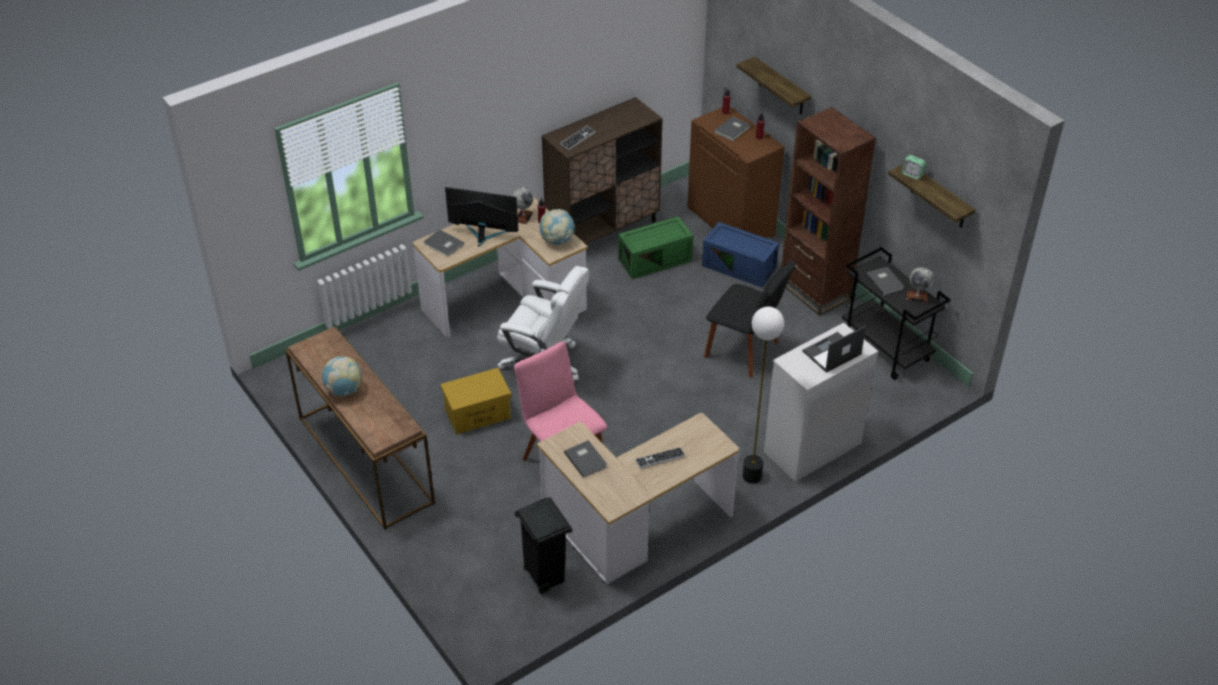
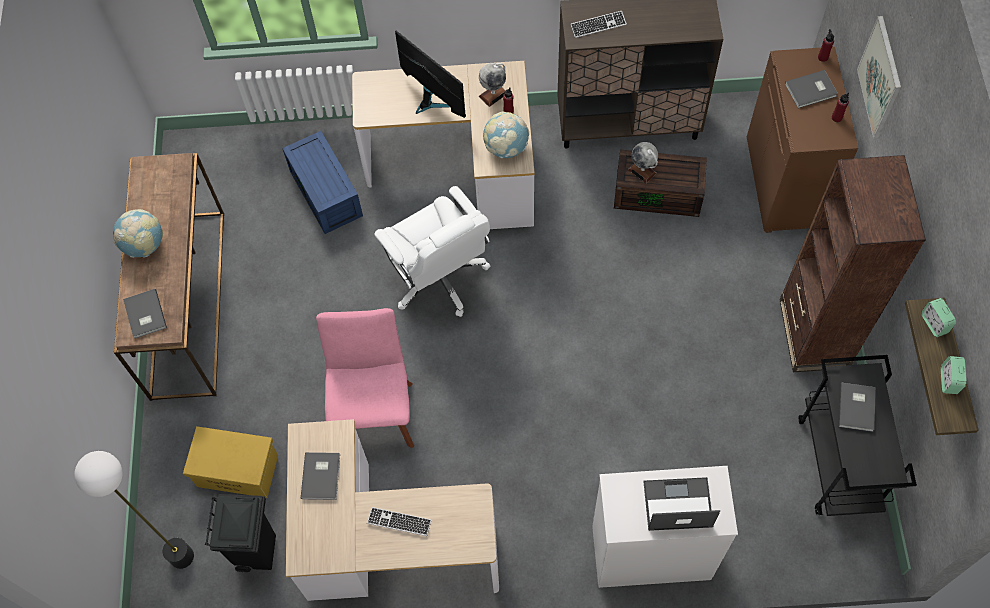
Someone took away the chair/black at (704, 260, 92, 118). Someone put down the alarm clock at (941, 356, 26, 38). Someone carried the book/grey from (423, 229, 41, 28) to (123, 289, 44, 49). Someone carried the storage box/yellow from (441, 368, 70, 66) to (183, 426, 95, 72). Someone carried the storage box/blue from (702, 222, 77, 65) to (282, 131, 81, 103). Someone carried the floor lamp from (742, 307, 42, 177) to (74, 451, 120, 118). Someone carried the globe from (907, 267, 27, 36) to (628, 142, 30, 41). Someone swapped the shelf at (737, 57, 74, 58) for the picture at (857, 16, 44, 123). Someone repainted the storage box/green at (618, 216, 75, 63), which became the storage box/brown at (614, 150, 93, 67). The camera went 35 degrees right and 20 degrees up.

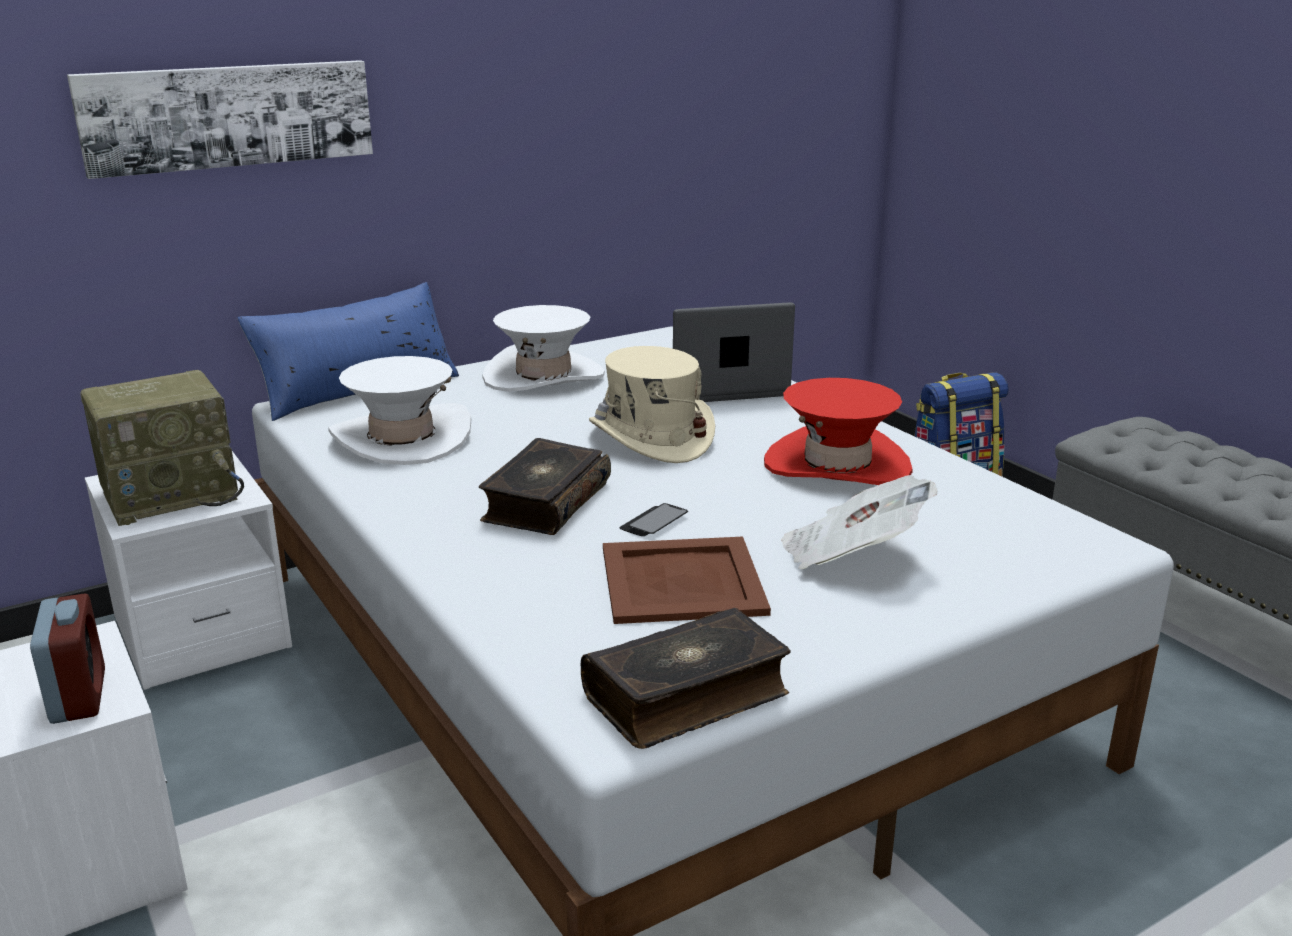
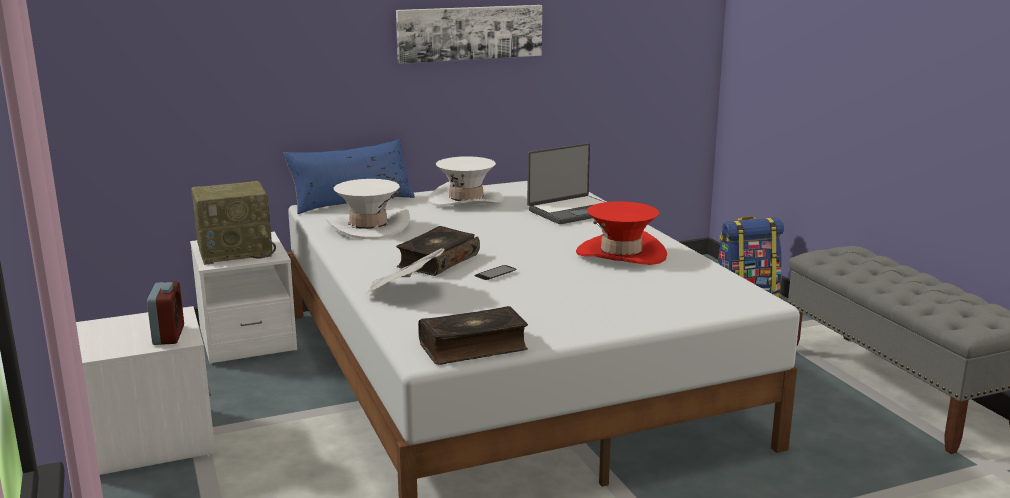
Someone took away the hat/beige at (589, 346, 126, 117). Someone took away the tray/brown at (603, 537, 168, 87). Someone carried the picture from (67, 60, 306, 119) to (396, 5, 146, 59). Someone carried the newspaper from (781, 475, 156, 95) to (365, 248, 80, 46). Someone rotated the laptop at (673, 302, 122, 100) by 150 degrees clockwise. The camera went 10 degrees right and 5 degrees down.

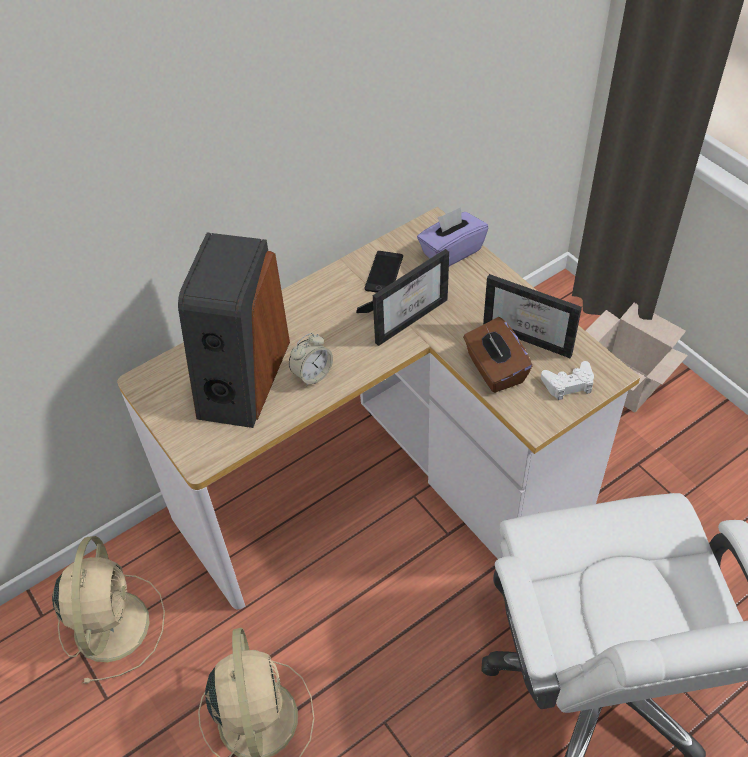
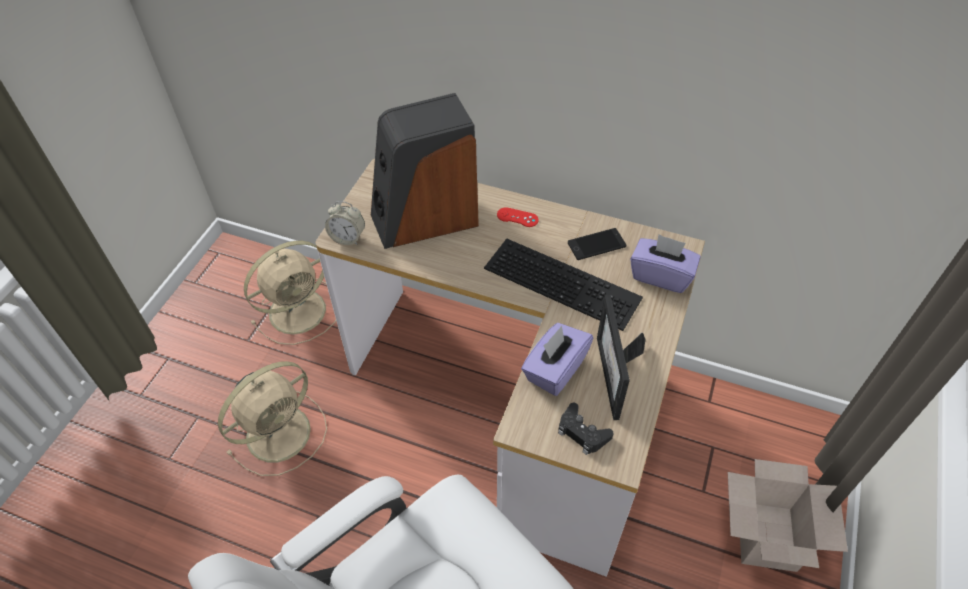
Someone put down the game controller/red at (497, 207, 42, 20). Someone carried the alarm clock from (289, 333, 44, 54) to (325, 201, 40, 44). Someone swapped the picture frame at (356, 249, 93, 97) for the keyboard at (484, 239, 159, 92). Someone repainted the tissue box/brown at (463, 317, 69, 76), which became the tissue box/purple at (521, 323, 72, 73). Someone repainted the game controller/white at (541, 361, 53, 39), which became the game controller/black at (558, 403, 56, 52). The camera went 55 degrees right and 0 degrees up.

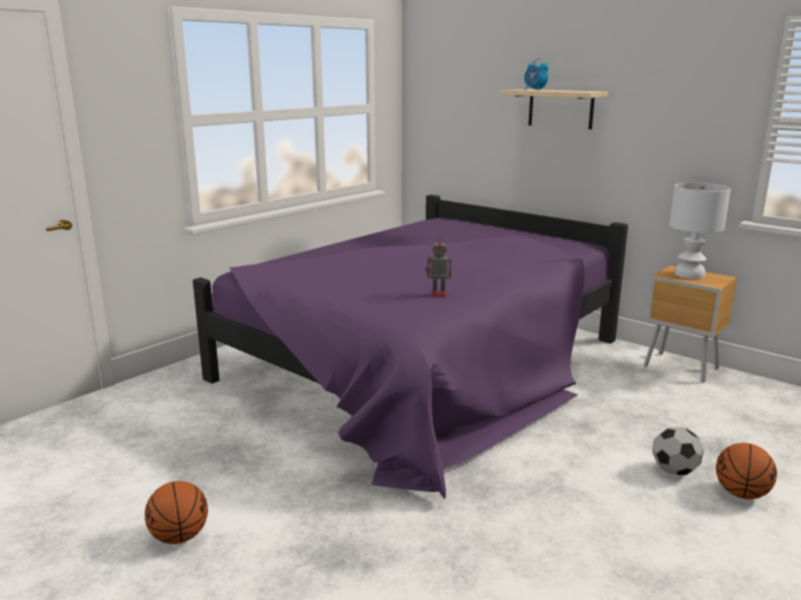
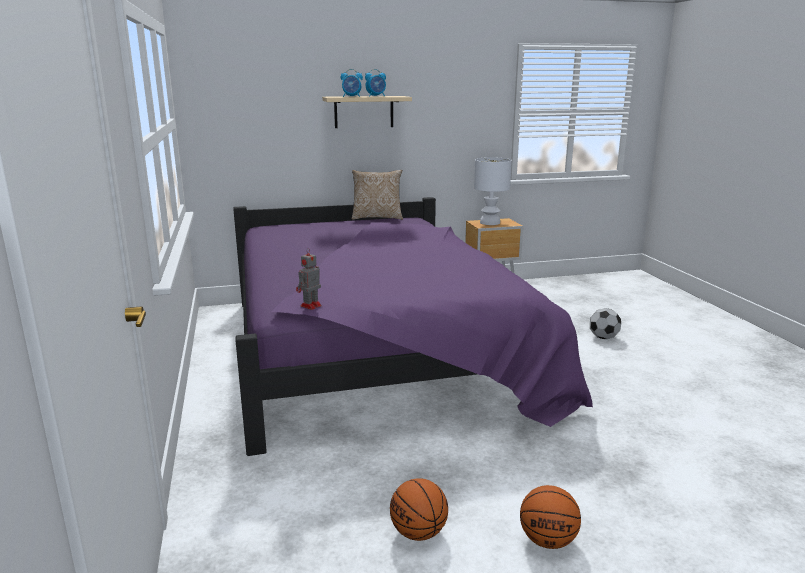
Someone put down the pillow at (351, 170, 52, 50). Someone put down the alarm clock at (365, 69, 21, 28). Someone carried the toy robot from (425, 236, 26, 62) to (296, 248, 26, 62). Someone carried the basketball from (716, 443, 61, 56) to (390, 478, 58, 63). The camera went 55 degrees left and 0 degrees up.

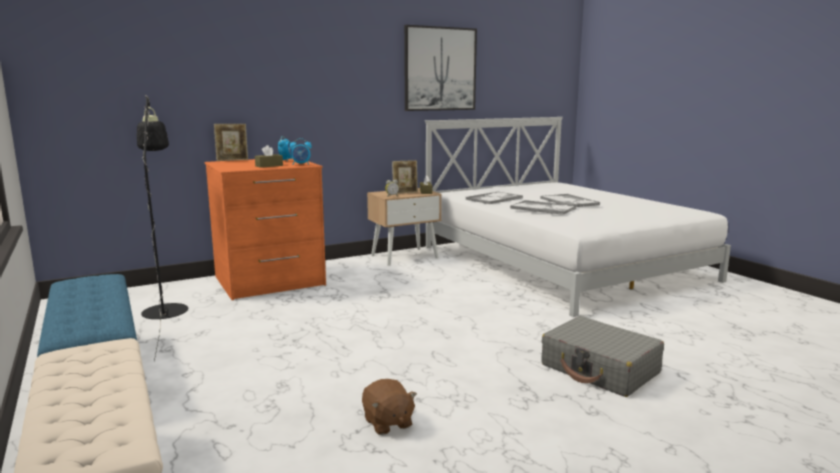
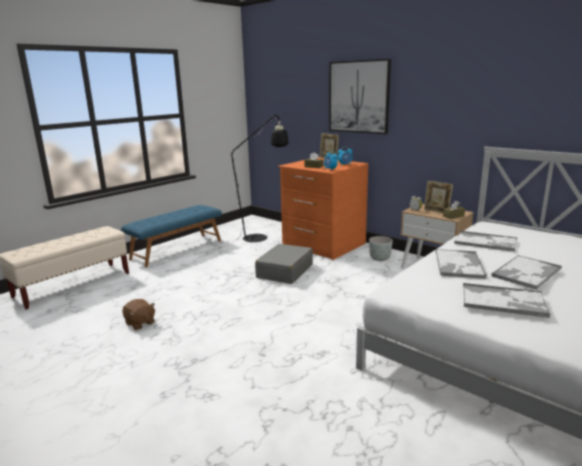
Someone put down the planter/grey at (369, 236, 24, 25). Someone put down the tray at (463, 283, 88, 35). Someone carried the picture from (404, 25, 73, 86) to (329, 59, 62, 75). Someone carried the suitcase/grey from (541, 316, 123, 81) to (255, 244, 58, 40). Someone rotated the plush toy/brown at (362, 379, 55, 56) by 90 degrees counterclockwise. The camera went 70 degrees right and 5 degrees up.

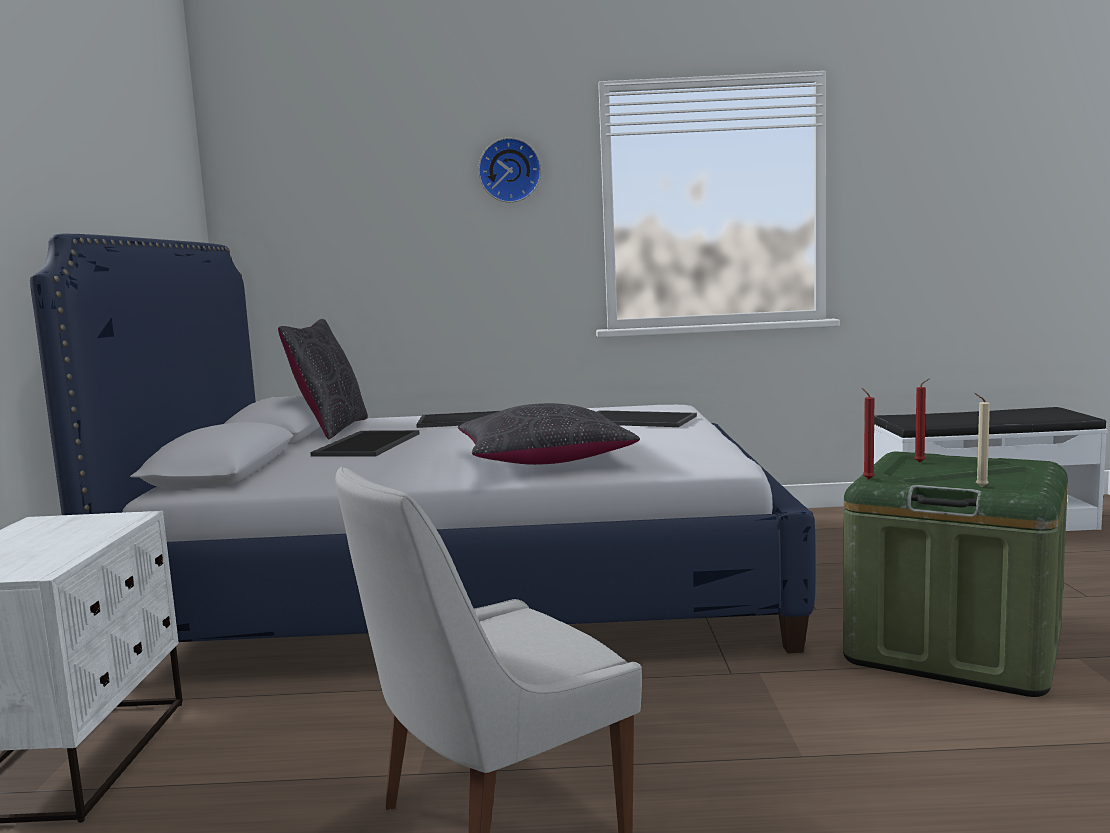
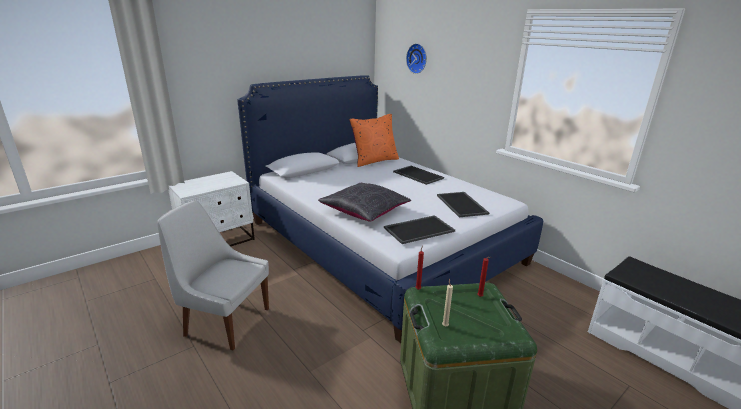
Someone carried the tray from (310, 430, 109, 26) to (384, 215, 71, 29). Someone carried the wall clock from (478, 138, 63, 65) to (406, 43, 21, 31). Someone repainted the pillow/black at (278, 319, 90, 121), which became the pillow/orange at (349, 114, 50, 53). The camera went 50 degrees right and 15 degrees up.

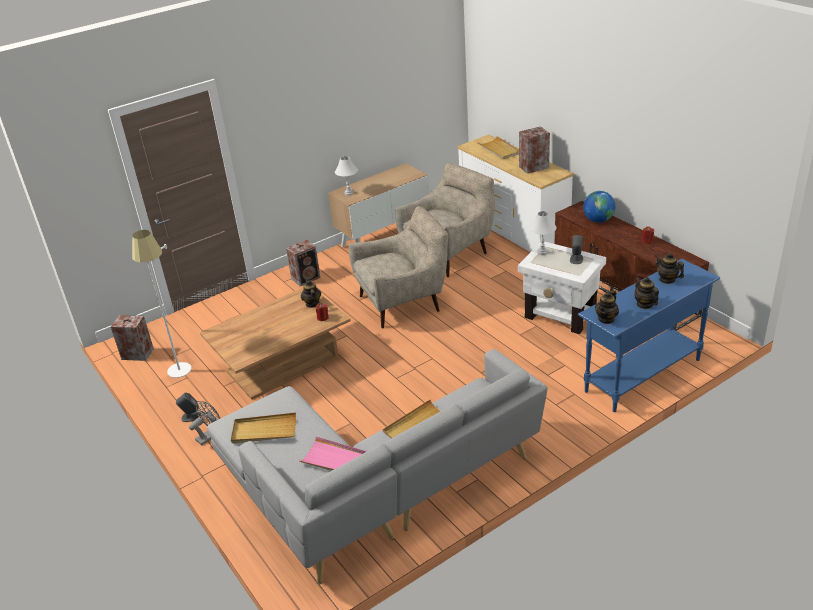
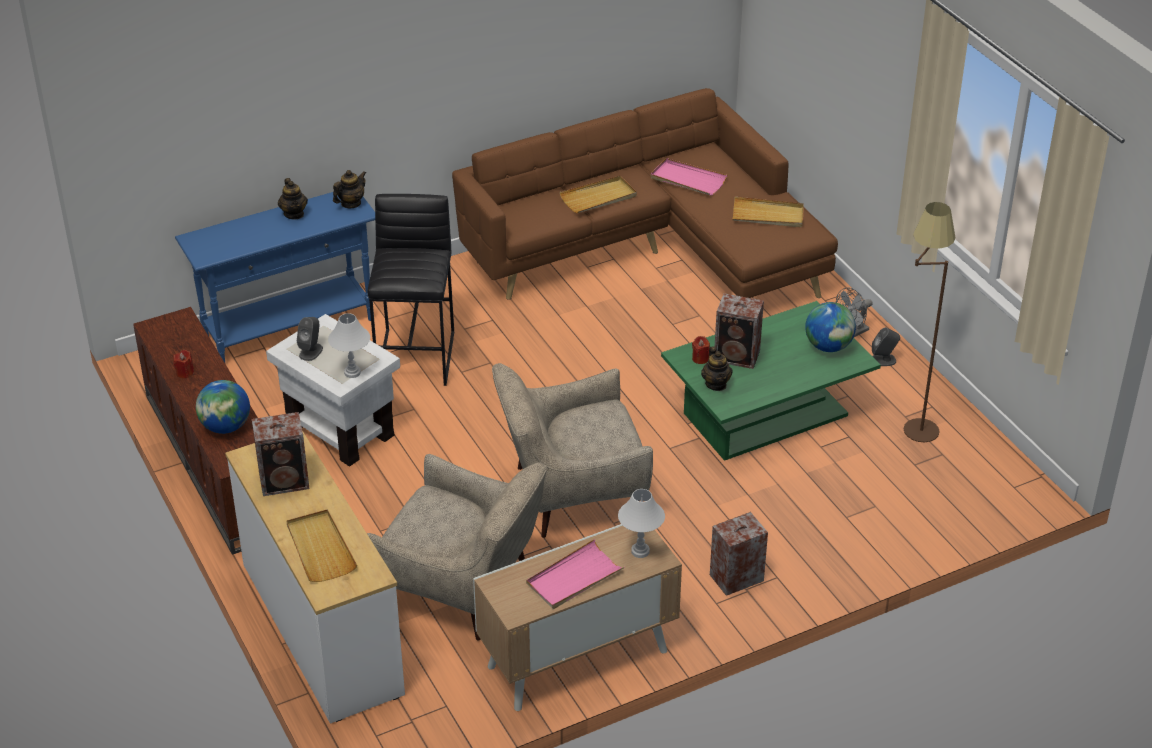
Someone took away the teapot at (655, 253, 29, 31). Someone put down the stool/black at (368, 194, 86, 192). Someone put down the tray/pink at (526, 539, 99, 70). Someone put down the globe at (805, 302, 51, 50). Someone carried the speaker from (111, 315, 43, 46) to (715, 293, 49, 76). Someone repainted the floor lamp/white at (132, 230, 59, 148), which became the floor lamp/brown at (904, 202, 51, 240). Someone repainted the coffee table/brown at (200, 288, 150, 112), which became the coffee table/green at (661, 301, 220, 160). Someone repainted the sofa/grey at (207, 349, 341, 235), which became the sofa/brown at (452, 88, 386, 212). Someone rotated the armchair/beige at (395, 163, 100, 114) by 120 degrees counterclockwise. The camera went 175 degrees left and 5 degrees up.

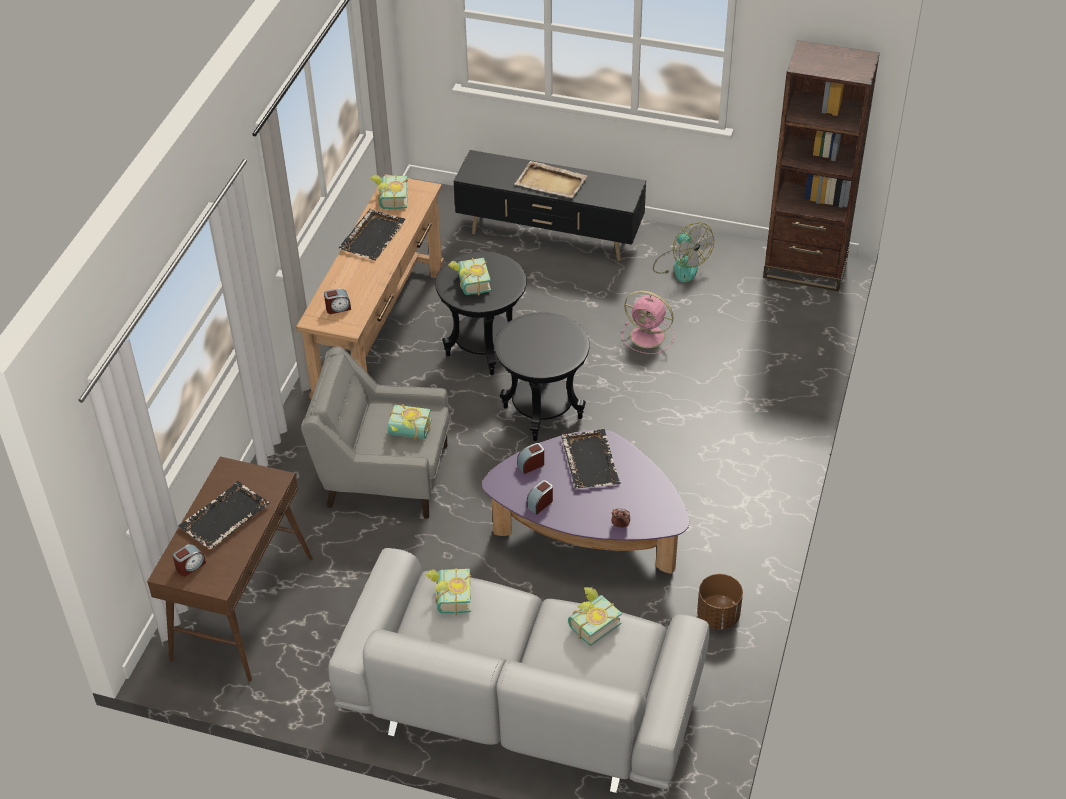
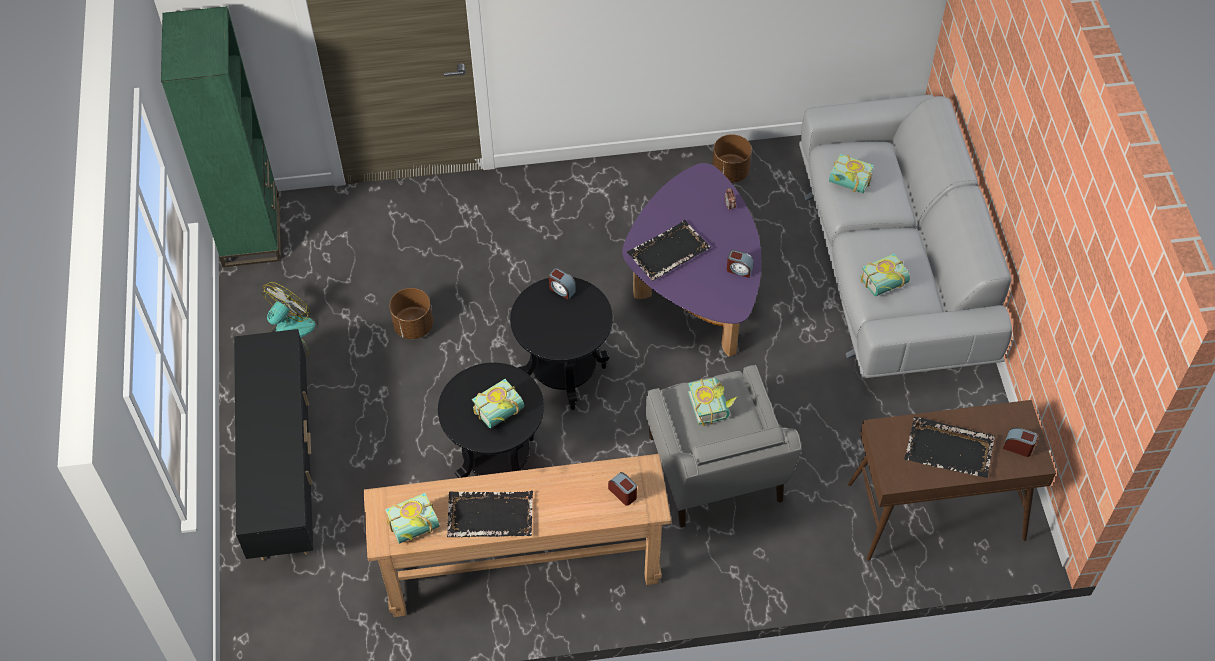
Someone took away the tray/beige at (514, 161, 73, 37). Someone carried the alarm clock from (517, 443, 27, 31) to (549, 268, 27, 32). Someone swapped the fan/pink at (622, 290, 53, 64) for the planter/brown at (389, 288, 44, 51). Someone repainted the bookcase/brown at (763, 40, 117, 252), which became the bookcase/green at (161, 6, 120, 261). The camera went 115 degrees left and 10 degrees up.

